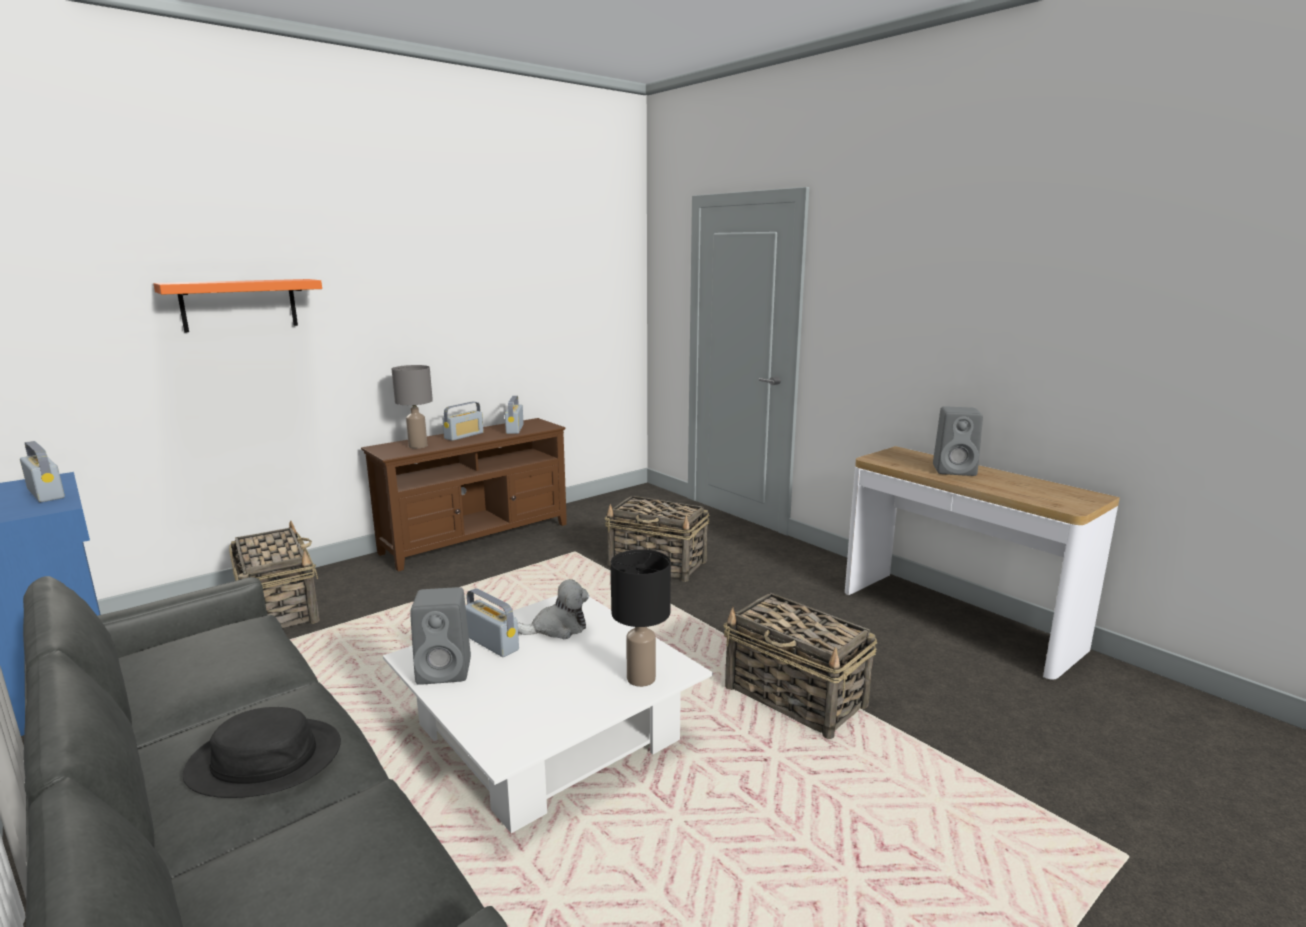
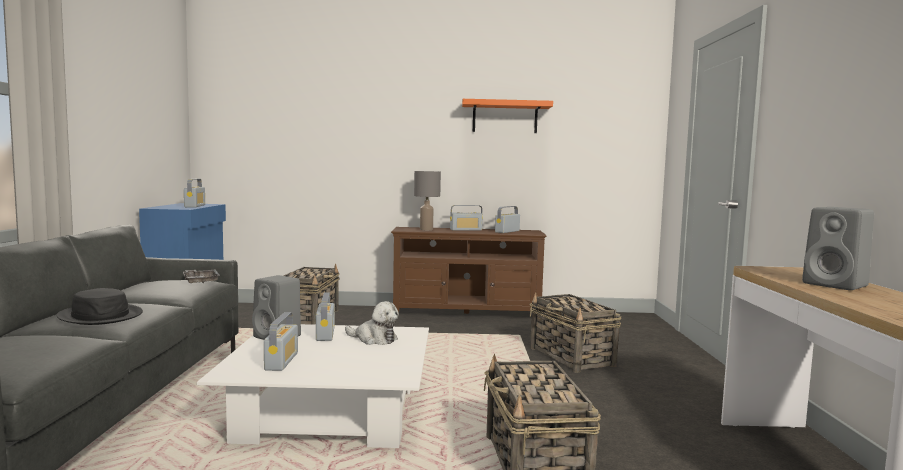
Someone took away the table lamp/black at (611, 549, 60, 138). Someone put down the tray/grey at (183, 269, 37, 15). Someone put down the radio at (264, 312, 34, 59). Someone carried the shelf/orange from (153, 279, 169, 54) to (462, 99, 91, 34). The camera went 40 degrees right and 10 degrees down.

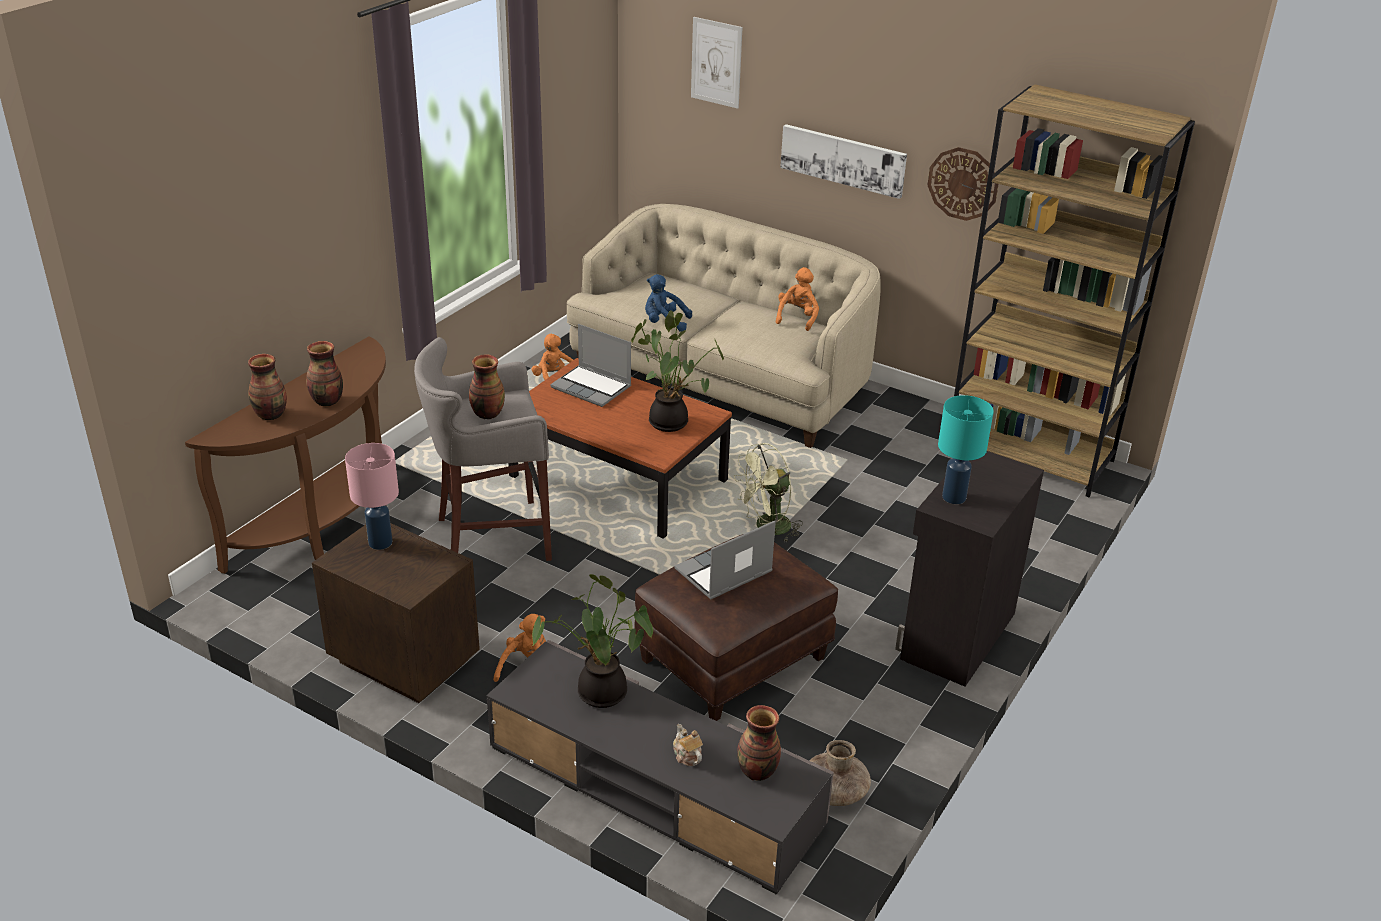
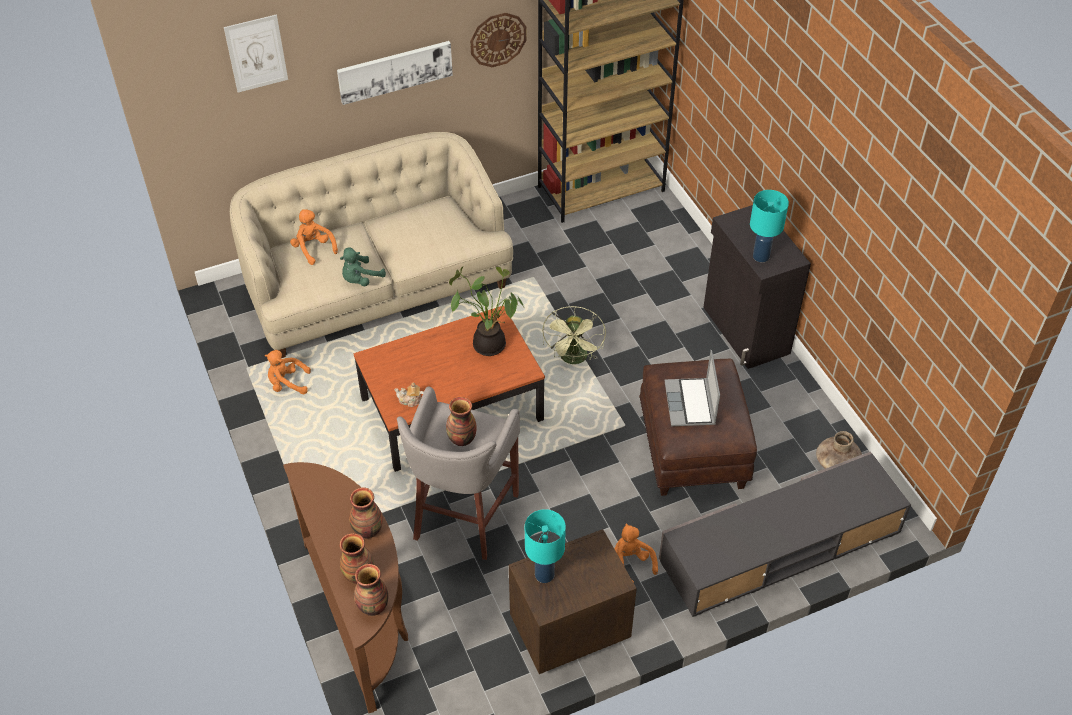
Someone took away the potted plant at (532, 574, 121, 134). Someone took away the laptop at (550, 324, 81, 83). Someone carried the teapot from (673, 724, 30, 42) to (394, 383, 30, 24). Someone carried the vase from (737, 705, 44, 76) to (354, 564, 34, 52). Someone carried the plush toy/orange from (776, 267, 43, 64) to (290, 209, 48, 56). Someone repainted the table lamp/pink at (345, 443, 54, 107), which became the table lamp/turquoise at (525, 509, 41, 74). Someone repainted the plush toy/blue at (645, 274, 47, 58), which became the plush toy/green at (340, 247, 46, 39). The camera went 55 degrees left and 15 degrees up.

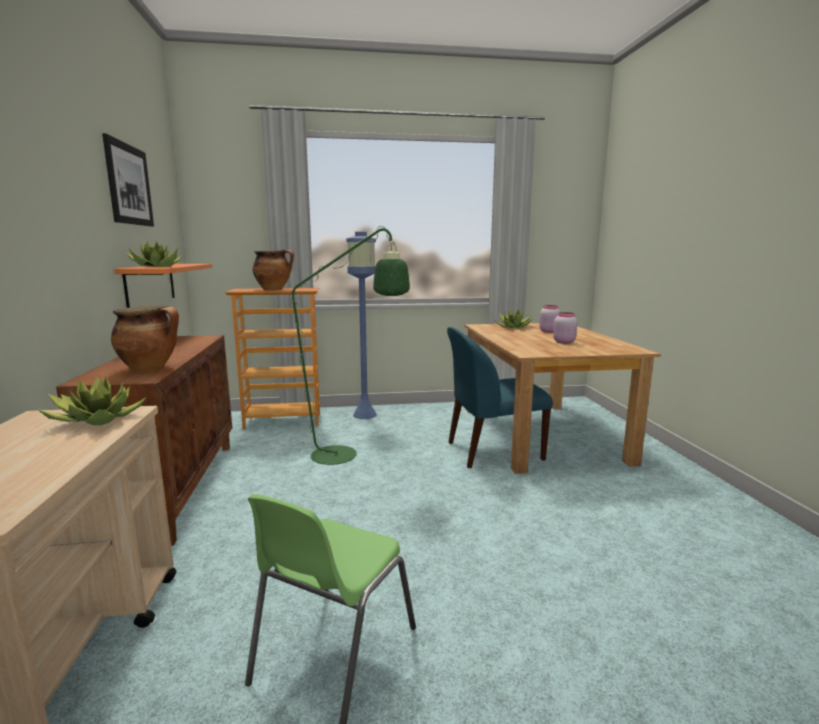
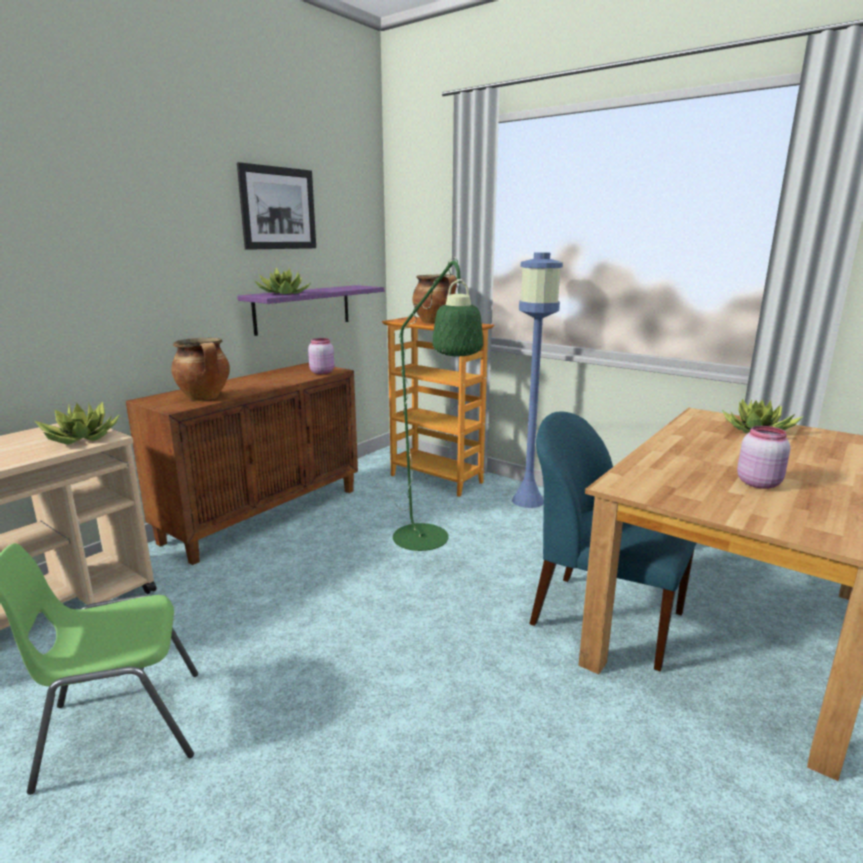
Someone carried the jar/pink from (539, 305, 21, 28) to (308, 338, 26, 36). Someone repainted the shelf/orange at (114, 264, 98, 44), which became the shelf/purple at (237, 285, 147, 51). The camera went 45 degrees right and 5 degrees up.

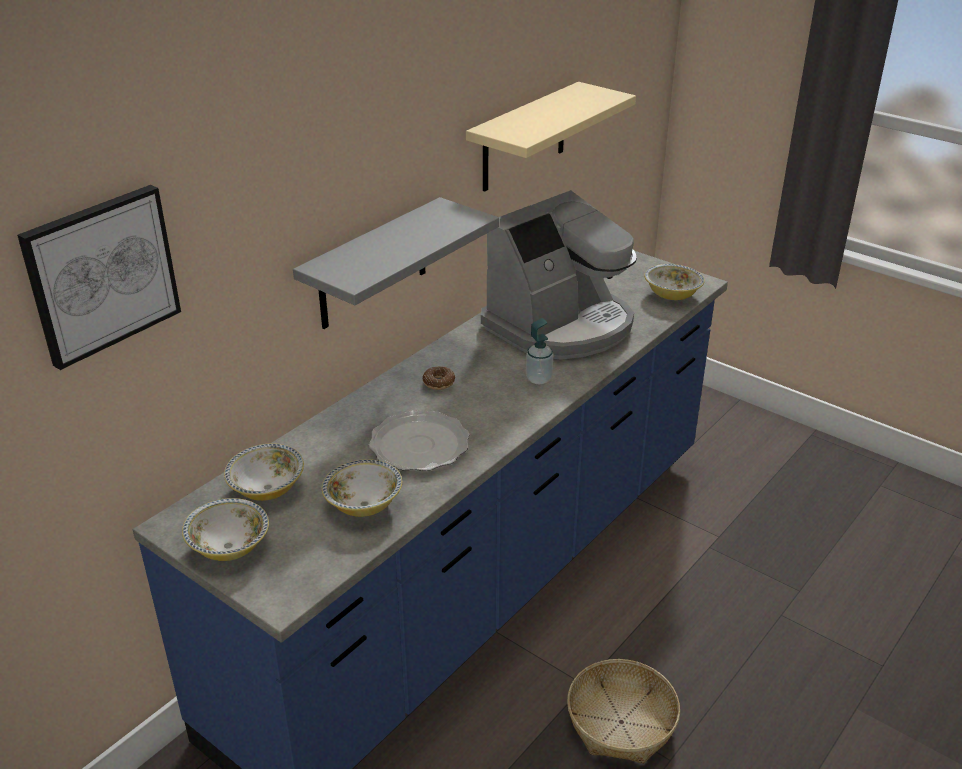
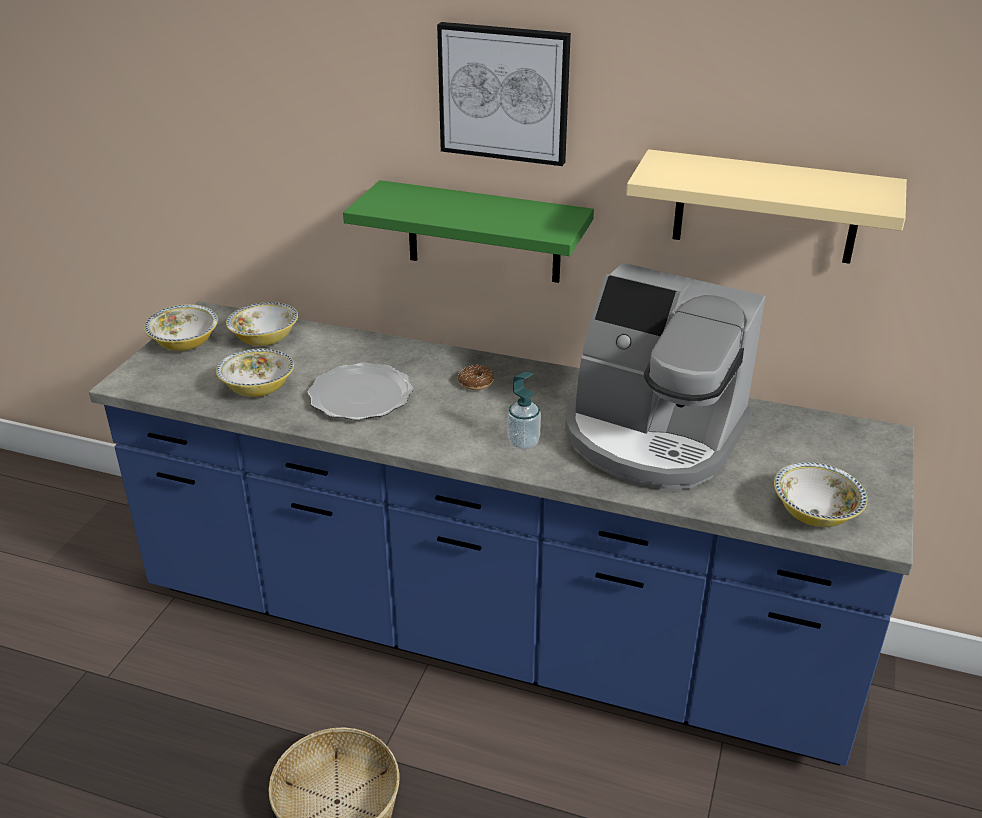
Someone carried the picture from (17, 185, 164, 185) to (437, 22, 134, 144). Someone repainted the shelf/grey at (293, 197, 206, 132), which became the shelf/green at (343, 180, 251, 103). The camera went 70 degrees right and 0 degrees up.

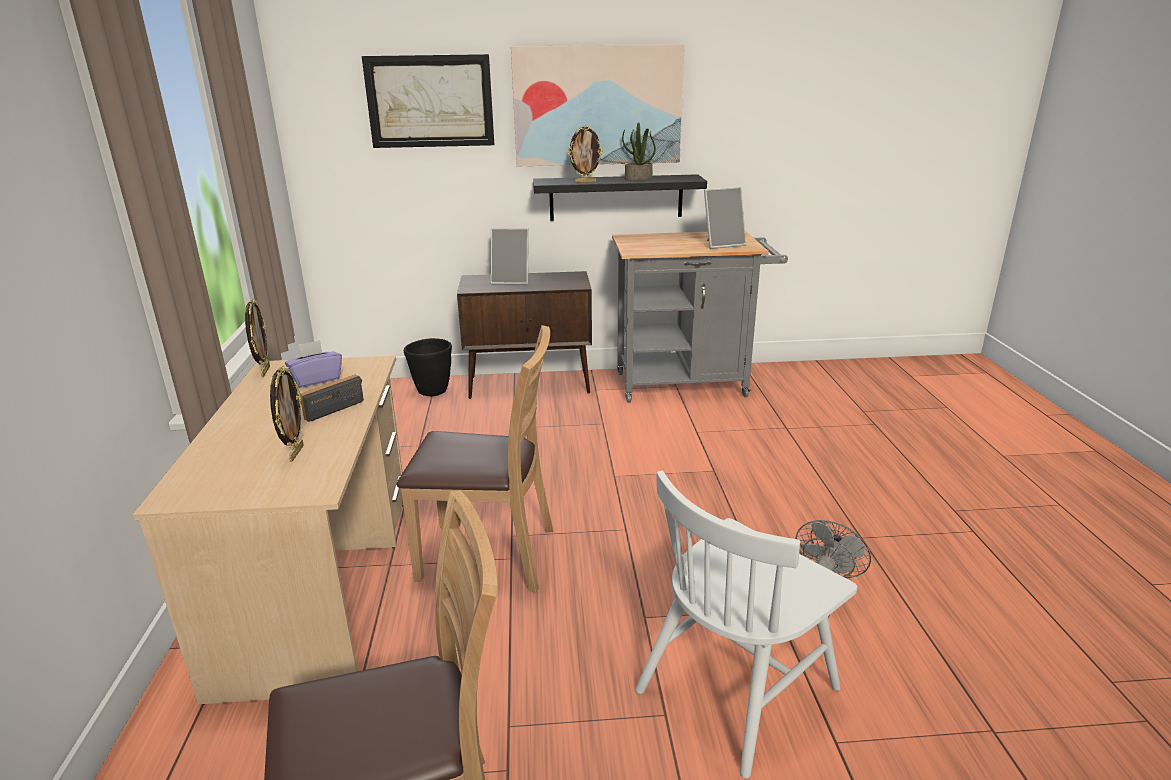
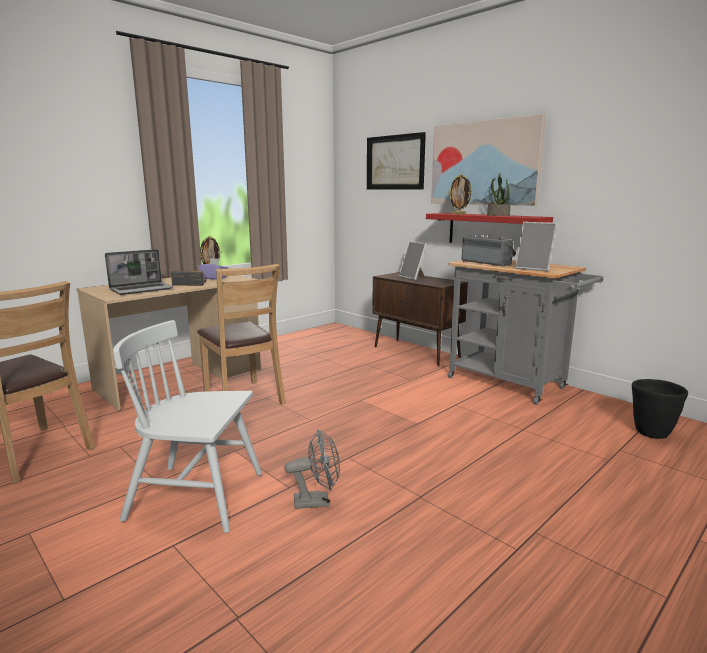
Someone put down the radio at (462, 234, 54, 33). Someone carried the planter/black from (404, 338, 48, 58) to (632, 379, 56, 60). Someone swapped the picture frame at (270, 365, 34, 97) for the laptop at (105, 249, 69, 46). Someone repainted the shelf/black at (533, 174, 174, 47), which became the shelf/red at (426, 213, 127, 30). The camera went 50 degrees right and 10 degrees down.

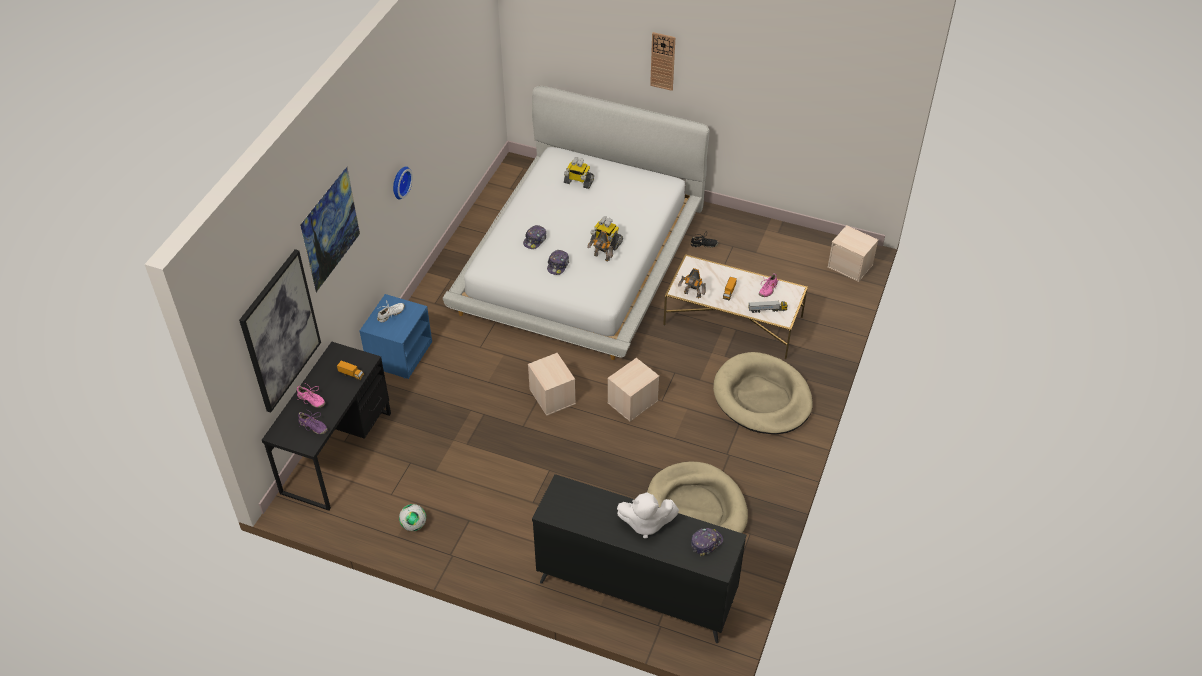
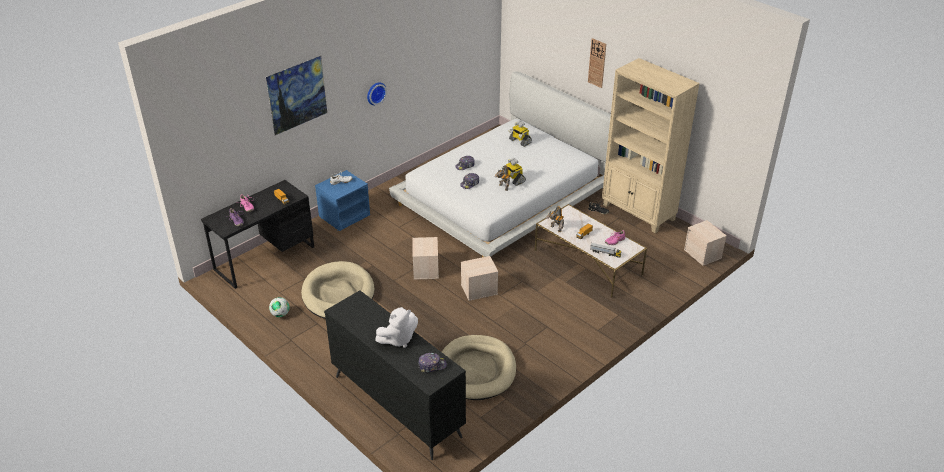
Someone took away the picture at (239, 249, 82, 164). Someone put down the bookcase/beige at (602, 58, 98, 175). Someone carried the dog bed/beige from (713, 352, 100, 82) to (301, 261, 73, 58). Someone rotated the plush toy/white at (617, 492, 62, 46) by 60 degrees counterclockwise. The camera went 25 degrees right and 10 degrees down.

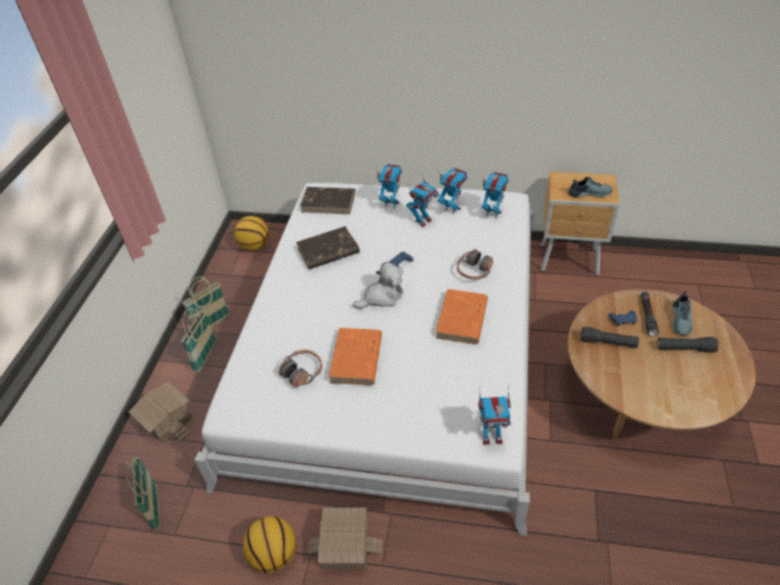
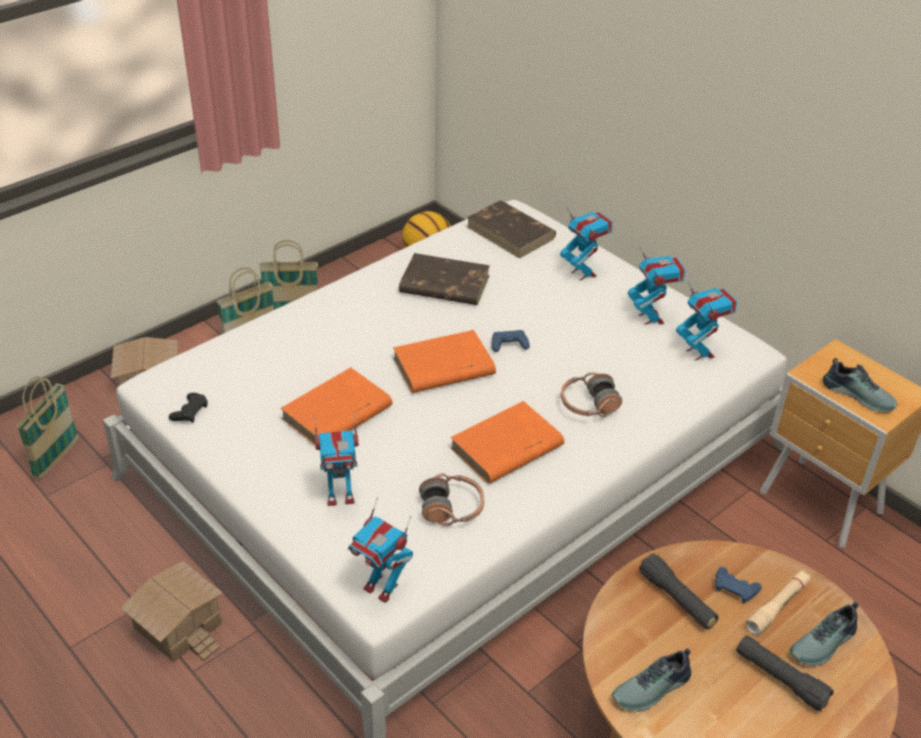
Someone took away the basketball at (243, 516, 53, 57). Someone put down the game controller/black at (169, 393, 39, 29). Someone put down the shoe at (612, 648, 79, 63). Someone carried the headphones from (279, 350, 43, 37) to (419, 473, 65, 53). Someone carried the toy robot from (406, 173, 33, 54) to (314, 412, 45, 94). Someone swapped the plush toy at (353, 261, 50, 48) for the book/orange at (393, 330, 103, 63). Someone repainted the flashlight/black at (641, 292, 18, 44), which became the flashlight/beige at (745, 571, 66, 64). The camera went 35 degrees right and 5 degrees down.

